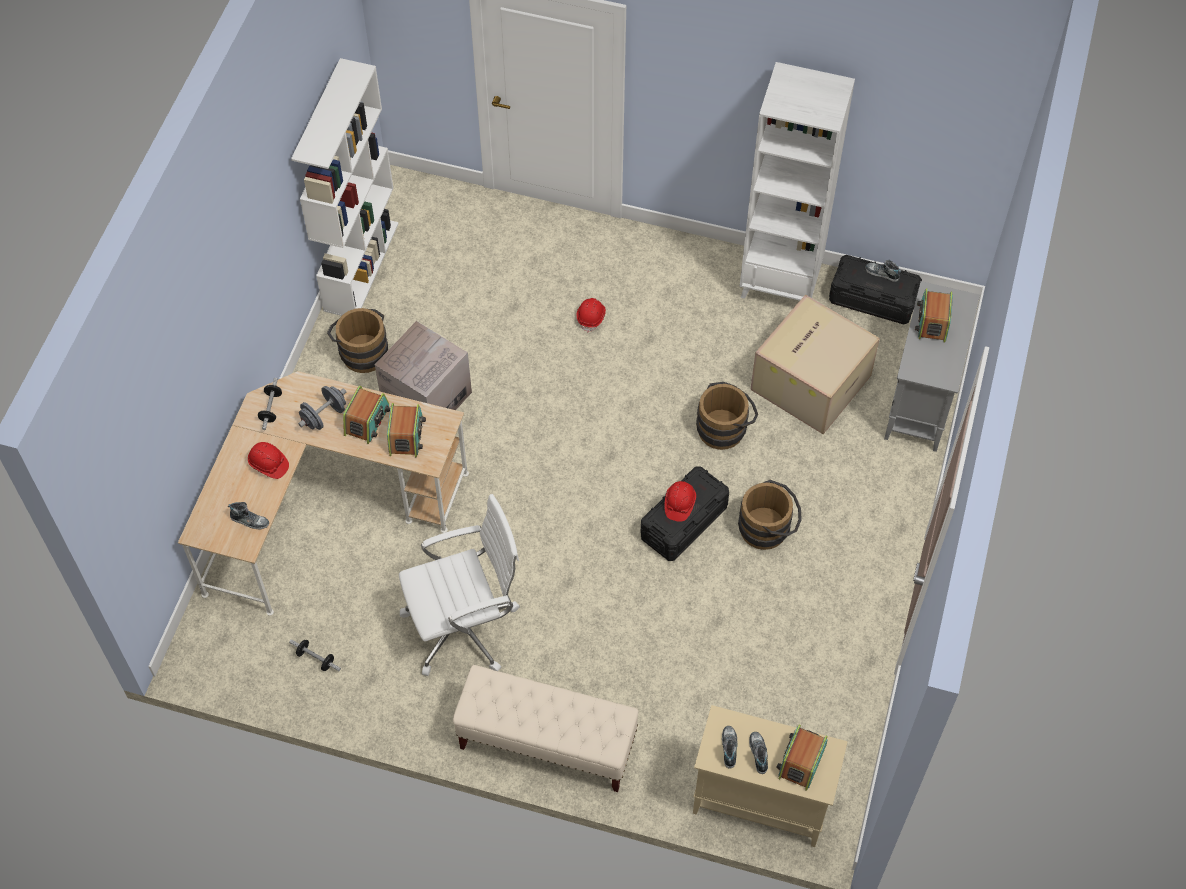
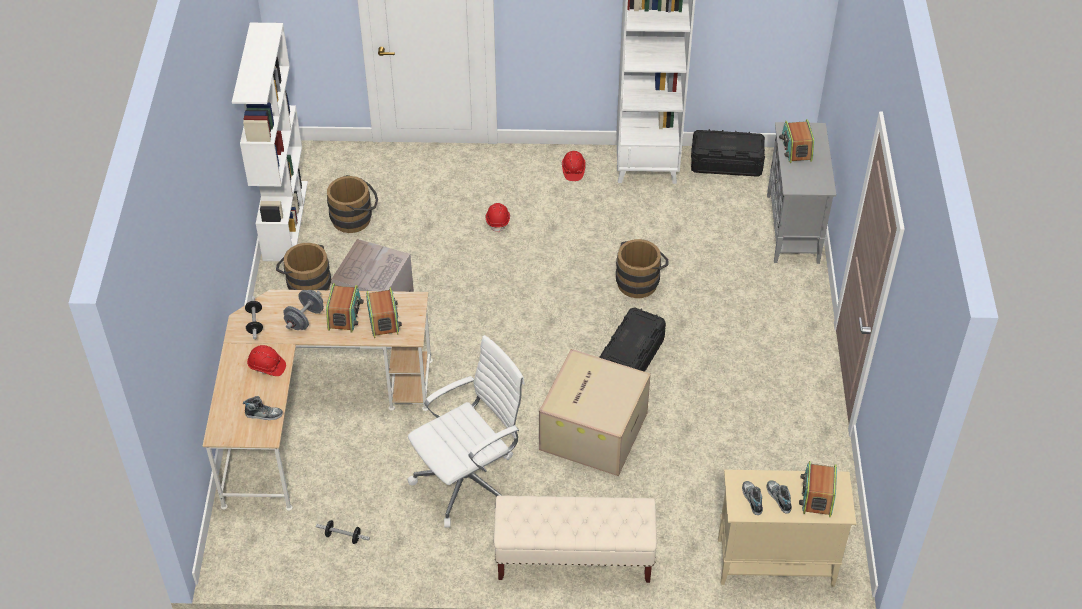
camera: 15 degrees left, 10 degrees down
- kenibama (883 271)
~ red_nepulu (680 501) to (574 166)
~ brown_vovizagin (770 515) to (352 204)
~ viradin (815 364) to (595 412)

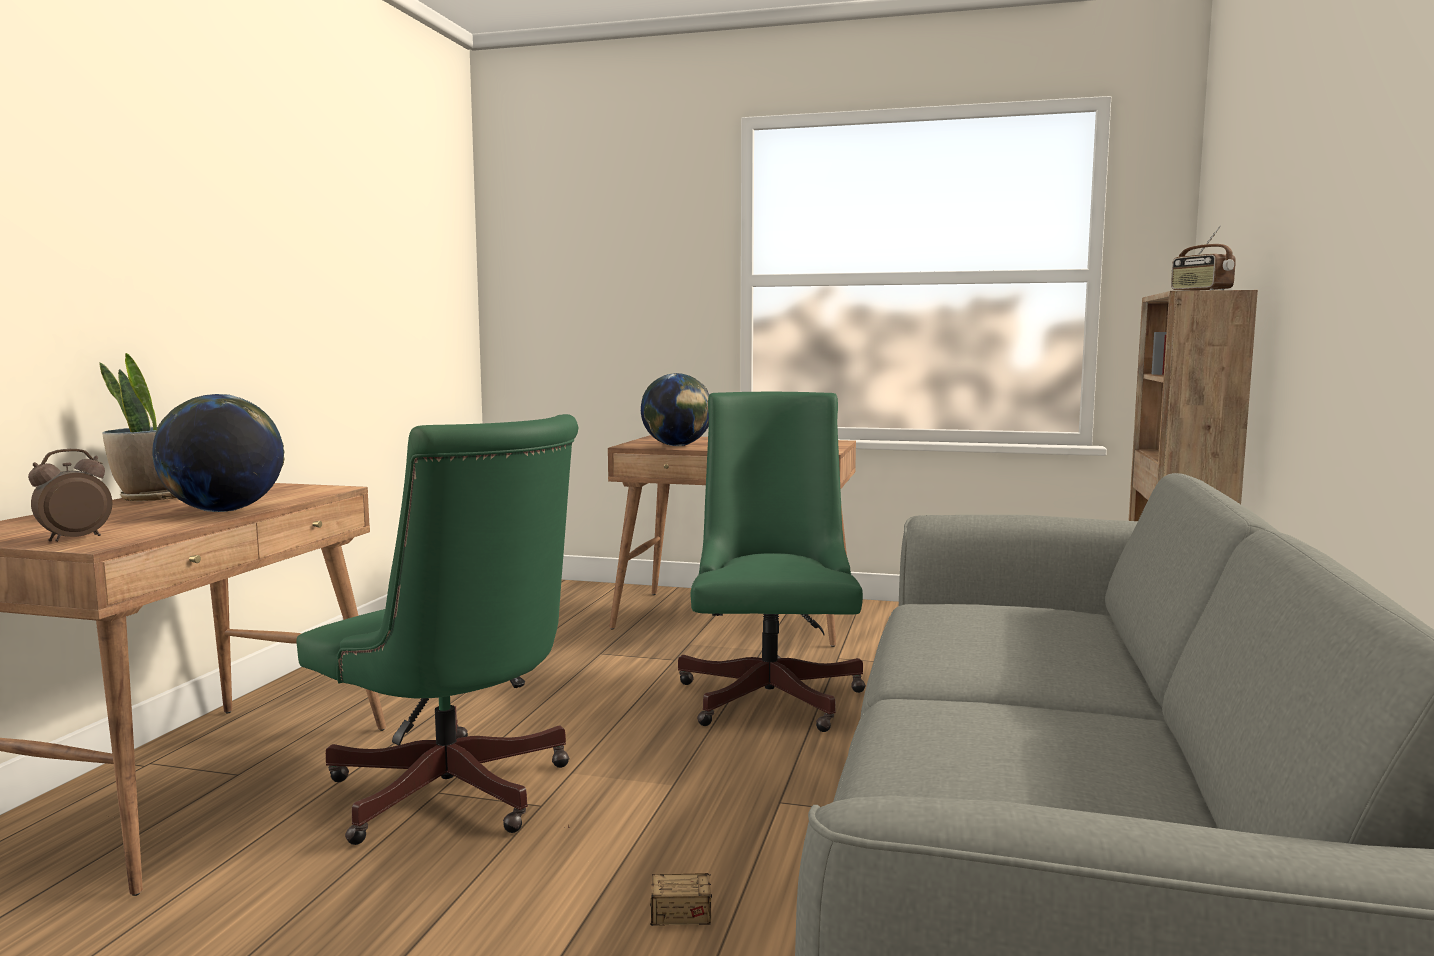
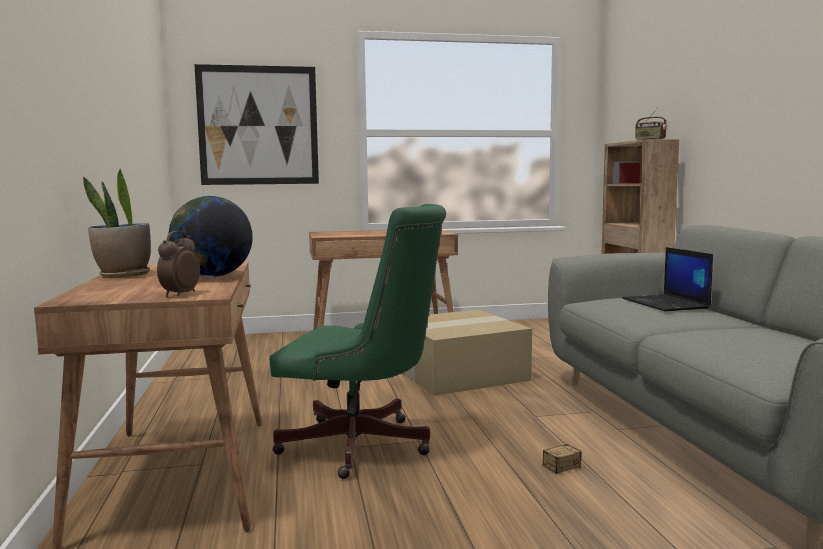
camera: 25 degrees left, 0 degrees up
- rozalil (675 409)
+ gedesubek (256 124)
+ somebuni (667 279)
~ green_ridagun (772 562) to viradin (467 353)

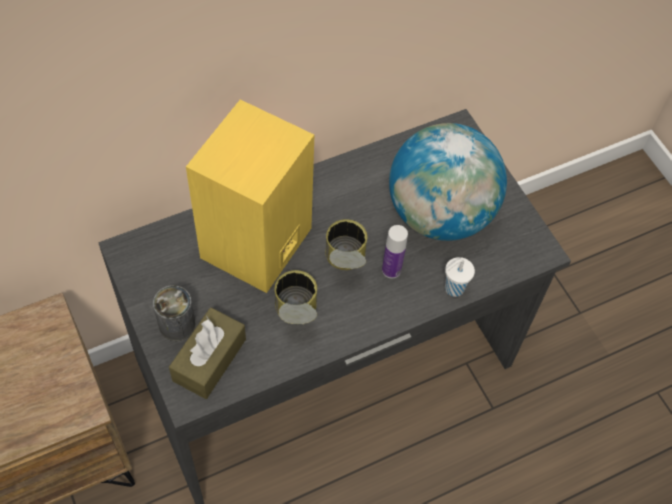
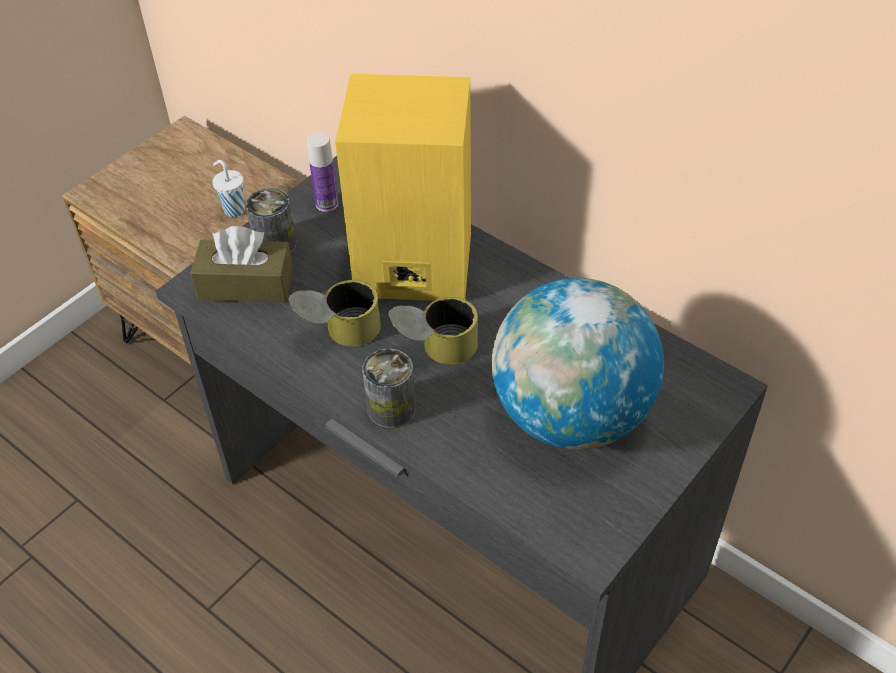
camera: 70 degrees right, 10 degrees down
+ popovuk (389 388)
~ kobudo (395 251) to (322 172)
~ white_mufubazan (460 277) to (228 188)

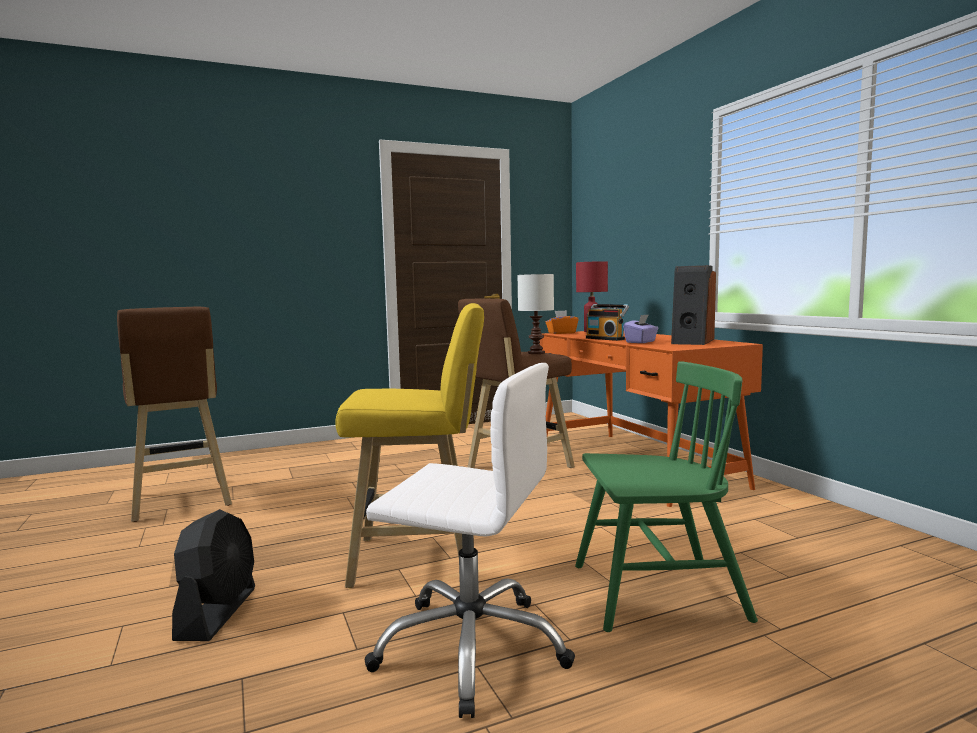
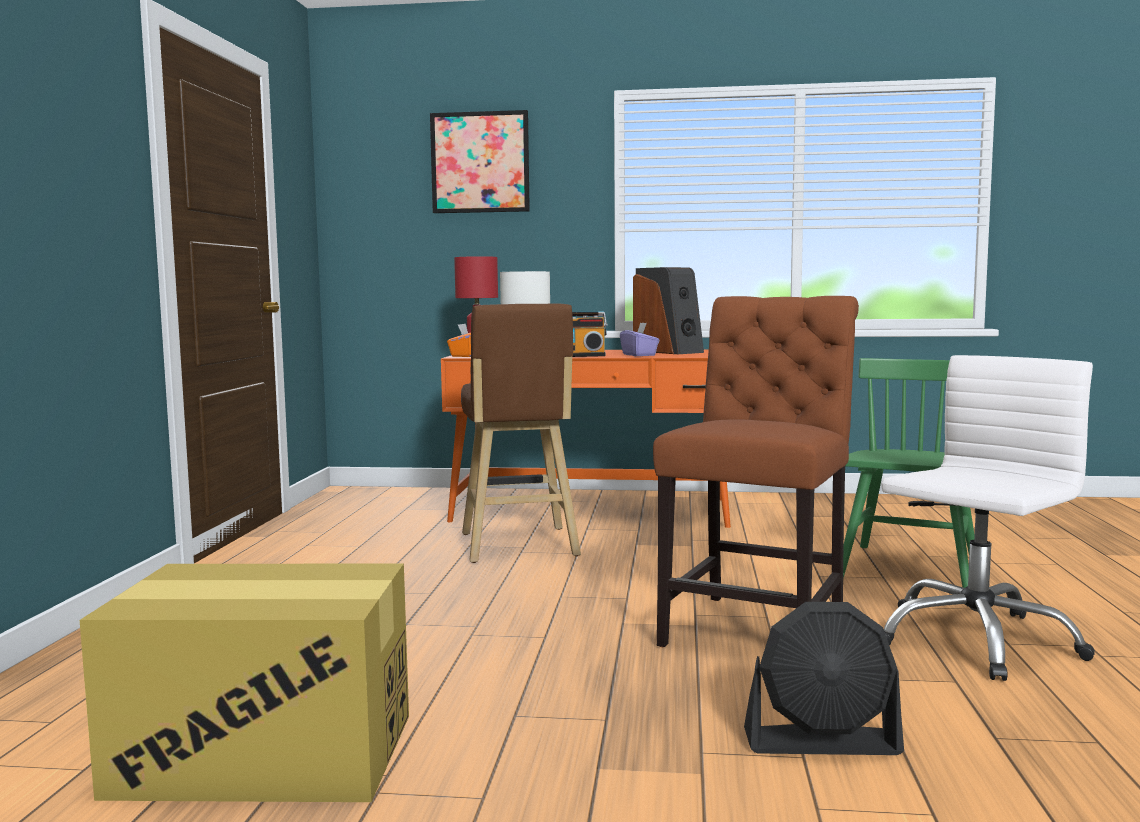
camera: 60 degrees left, 0 degrees up
+ gedesubek (480 161)
~ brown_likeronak (174 414) to viradin (244 682)
~ yellow_likeronak (409 445) to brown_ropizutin (756 471)
~ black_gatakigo (213 575) = (824 678) 150 degrees clockwise

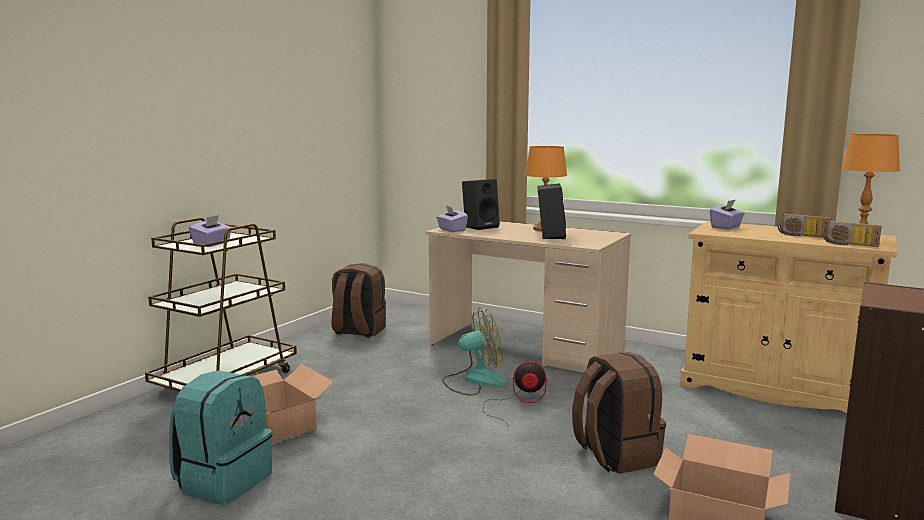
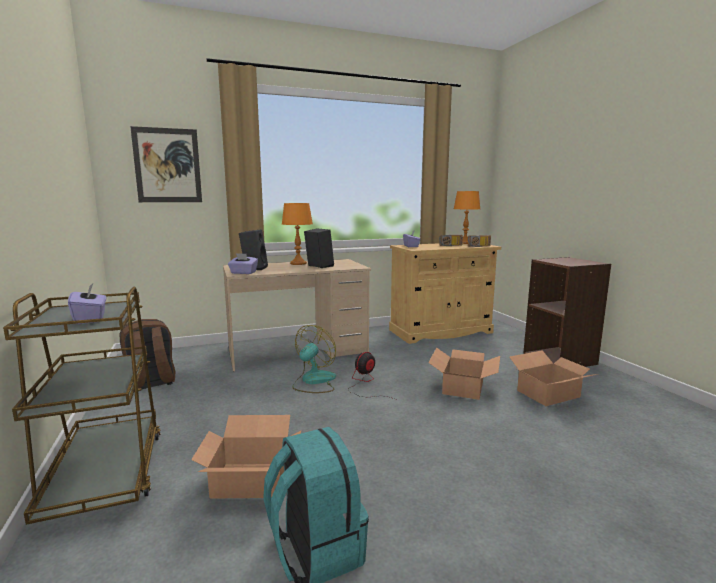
camera: 50 degrees left, 0 degrees up
+ gedesubek (166 164)
~ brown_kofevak (619 413) to viradin (464 374)

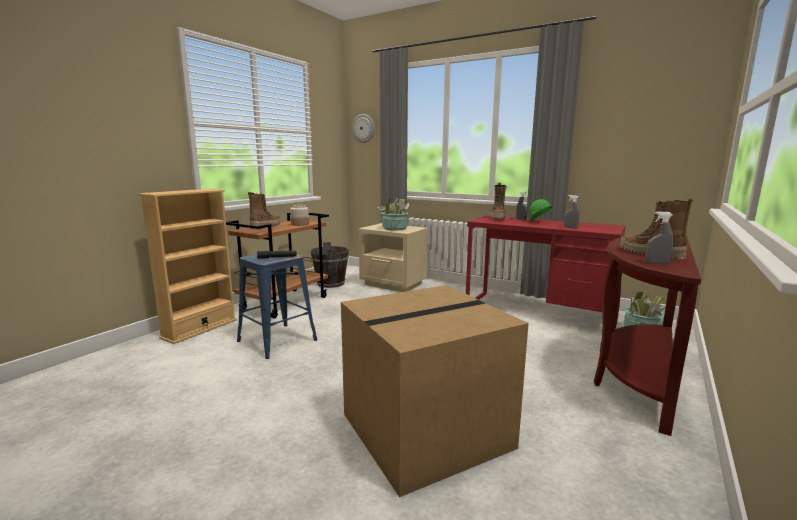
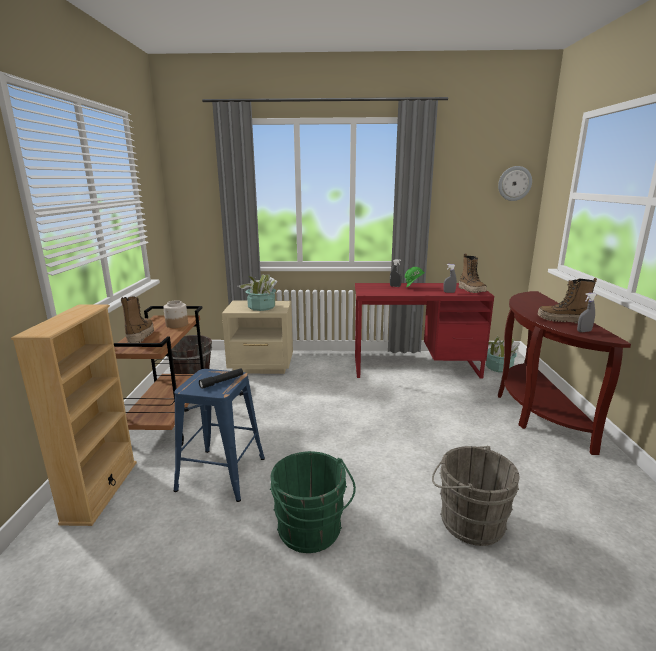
camera: 30 degrees left, 5 degrees up
+ green_vovizagin (313 502)
~ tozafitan (363 128) to (515 183)
~ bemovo (499 201) to (473 273)
~ viradin (435 391) to grey_vovizagin (475 496)

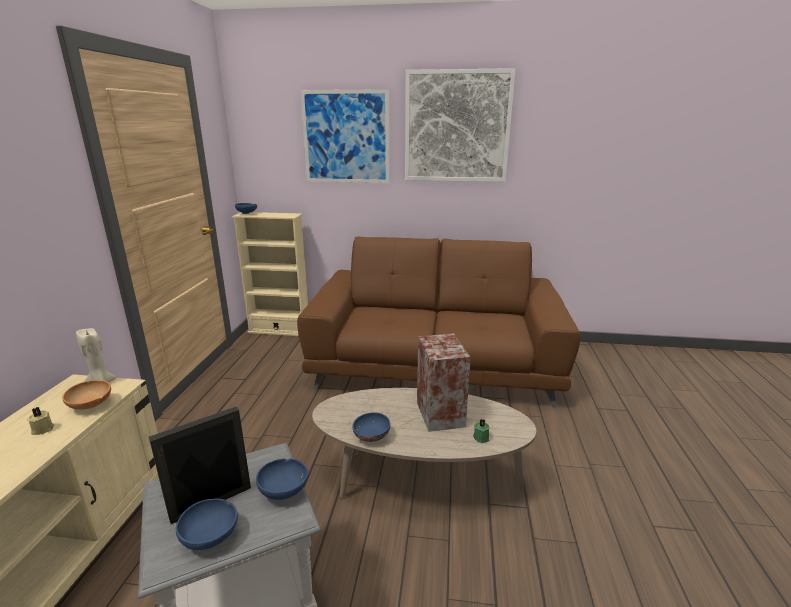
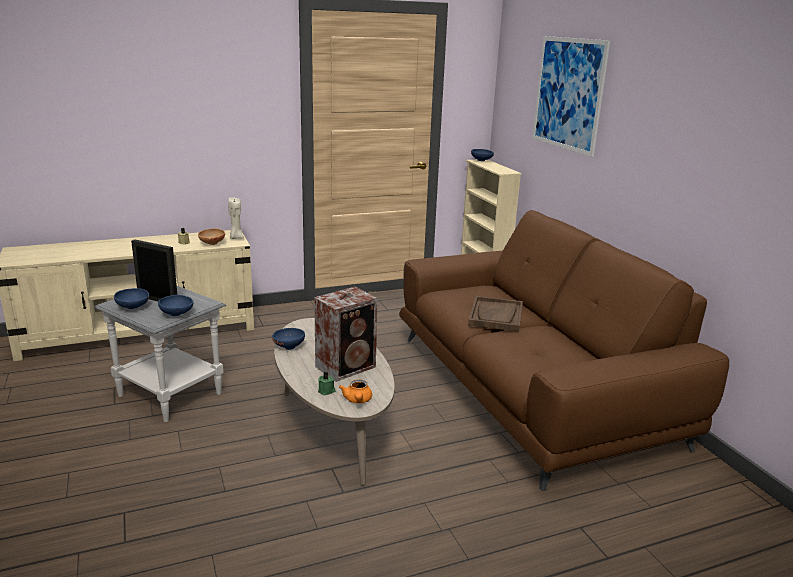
camera: 60 degrees right, 0 degrees up
- gedesubek (460 125)
+ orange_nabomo (355 391)
+ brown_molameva (495 314)

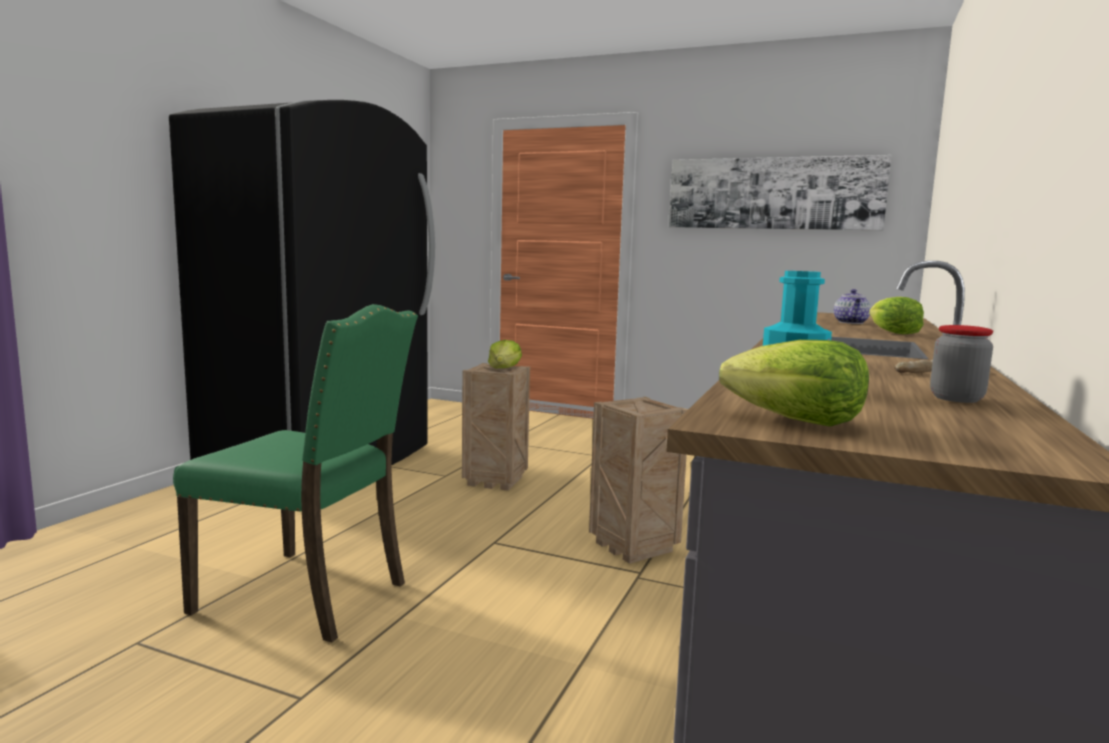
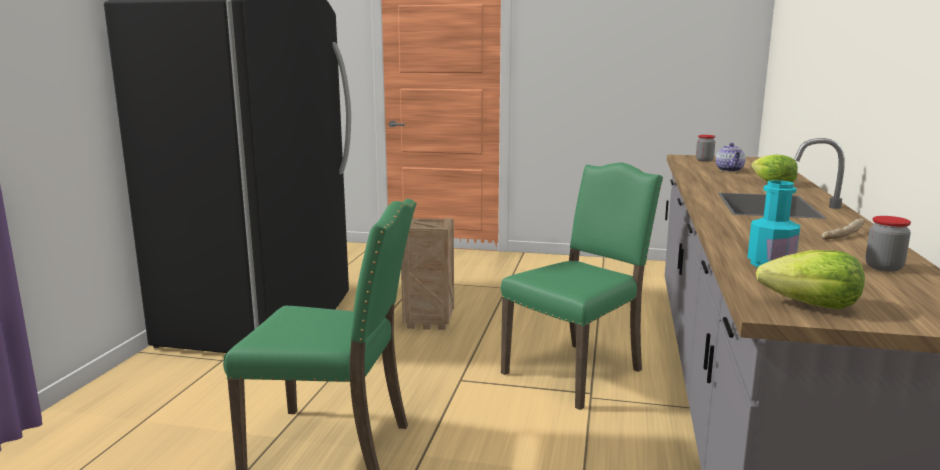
camera: 10 degrees left, 5 degrees up
- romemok (505 354)
- gedesubek (780 192)
+ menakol (705 148)
~ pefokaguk (638 480) to green_ropizutin (582 286)

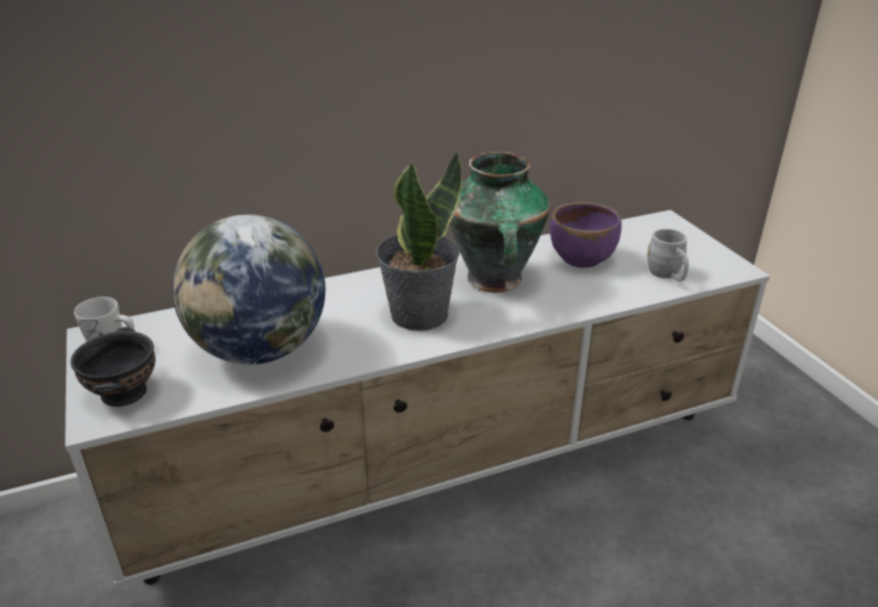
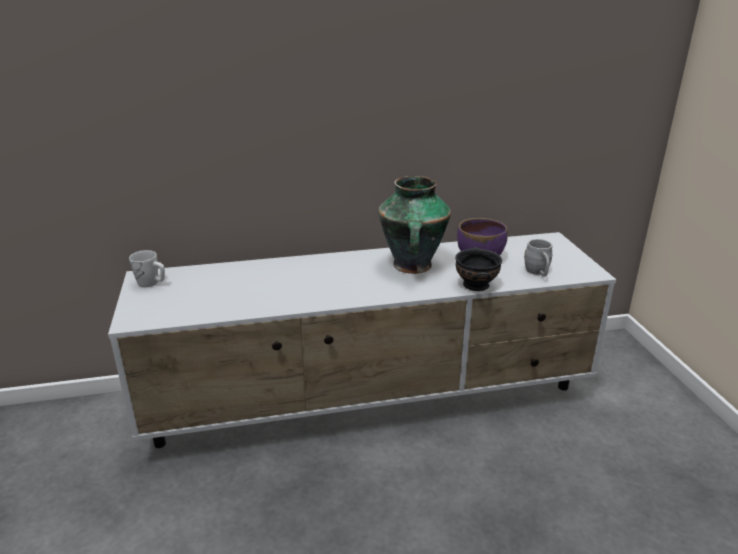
camera: 10 degrees right, 5 degrees down
- rozalil (248 289)
- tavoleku (419 241)
~ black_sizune (112 367) to (478 269)

